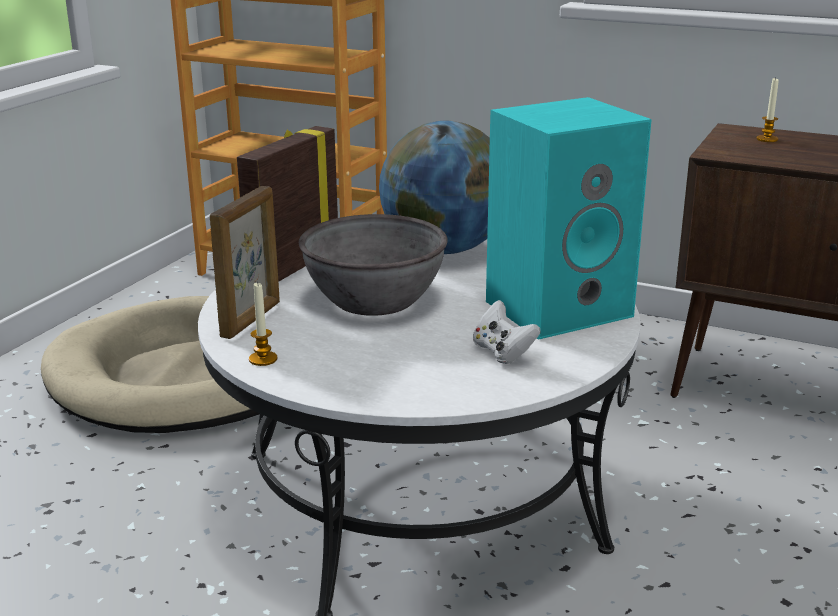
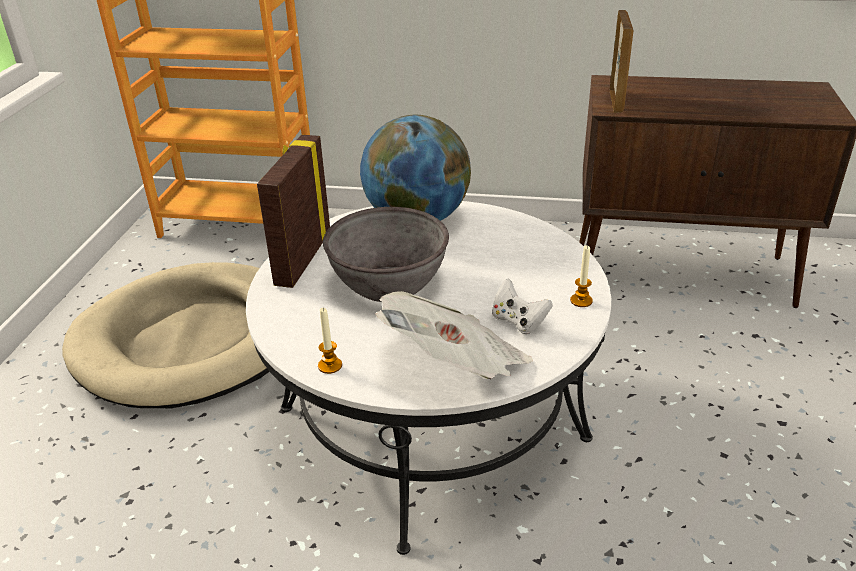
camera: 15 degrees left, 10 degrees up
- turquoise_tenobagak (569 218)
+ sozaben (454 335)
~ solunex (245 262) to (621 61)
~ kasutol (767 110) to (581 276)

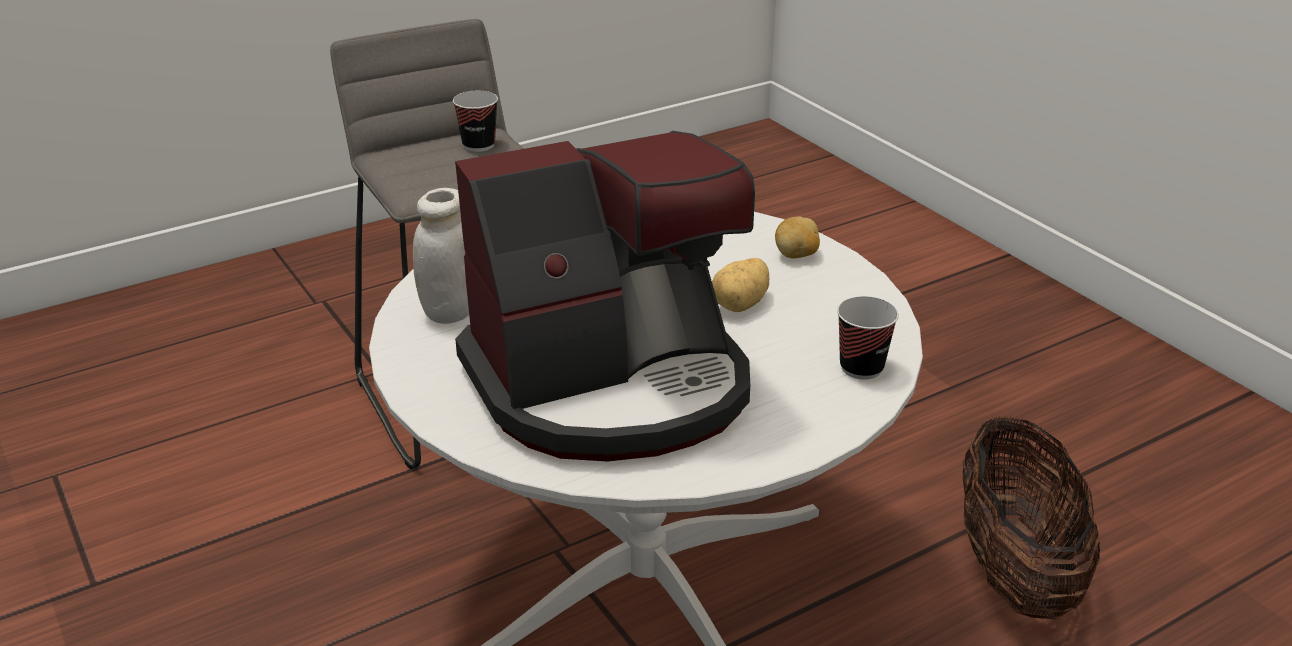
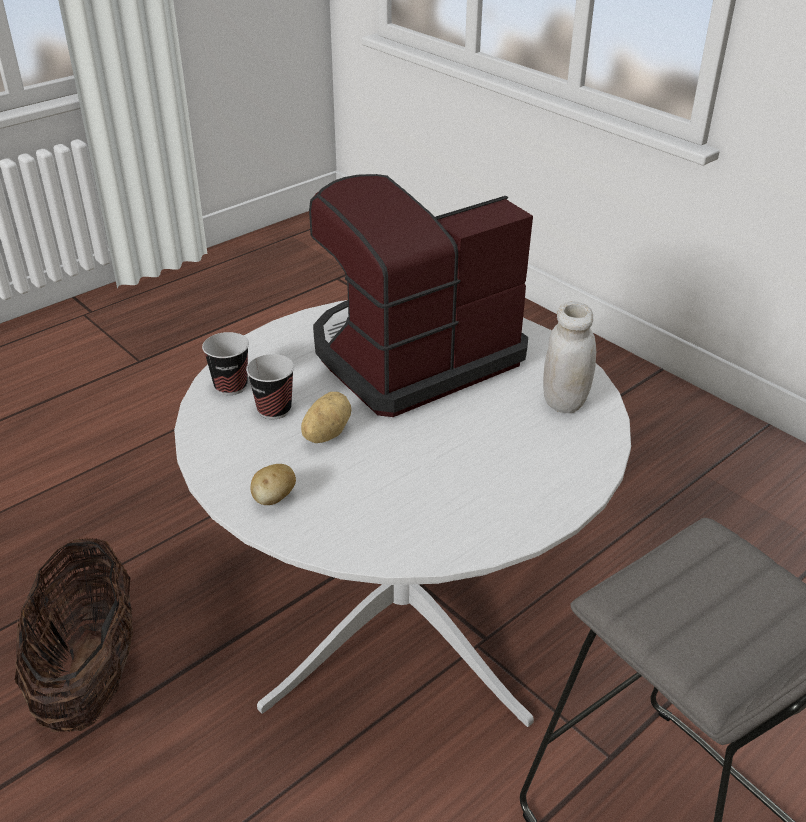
camera: 170 degrees right, 5 degrees up
~ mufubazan (475 121) to (270 386)

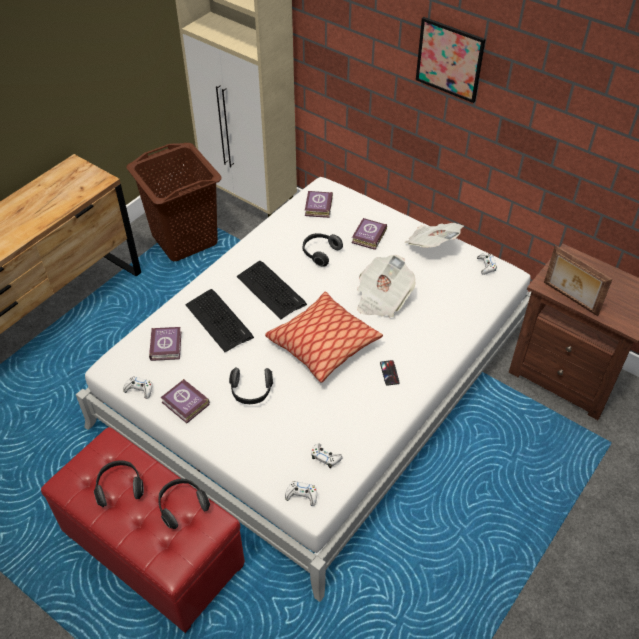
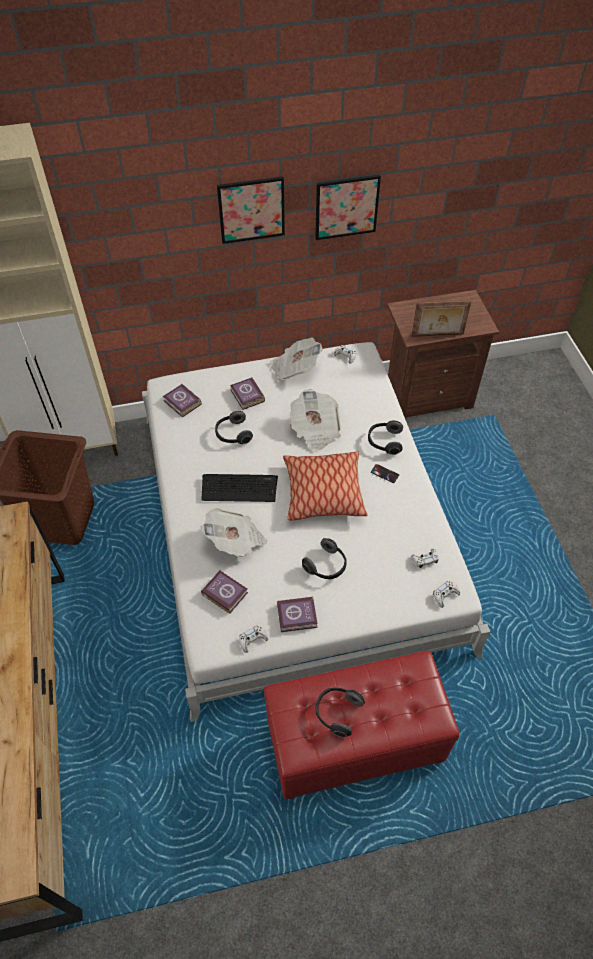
camera: 50 degrees left, 5 degrees up
+ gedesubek (348 207)
~ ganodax (184 504) to (385 437)
~ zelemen (219 320) to sozaben (234 532)

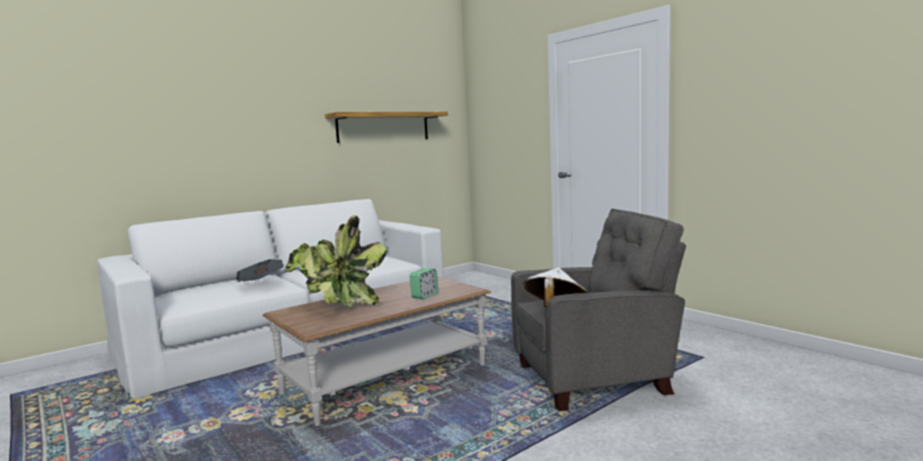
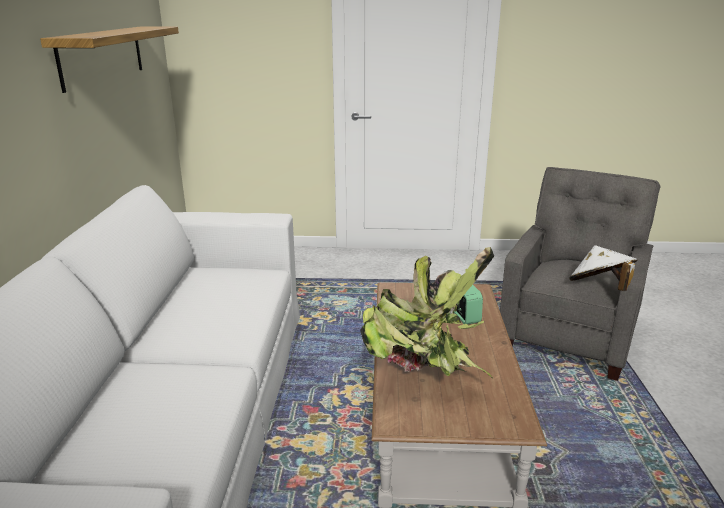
camera: 50 degrees left, 15 degrees up
- sozaben (259 270)

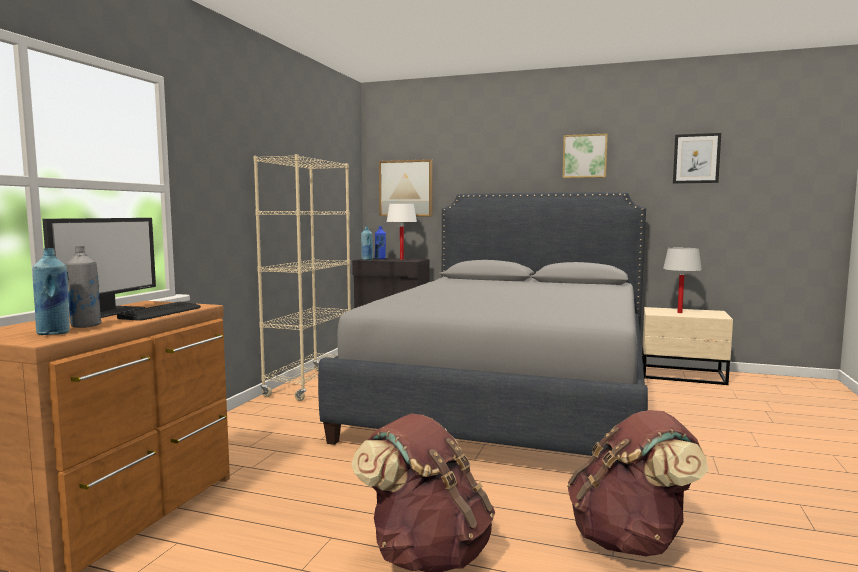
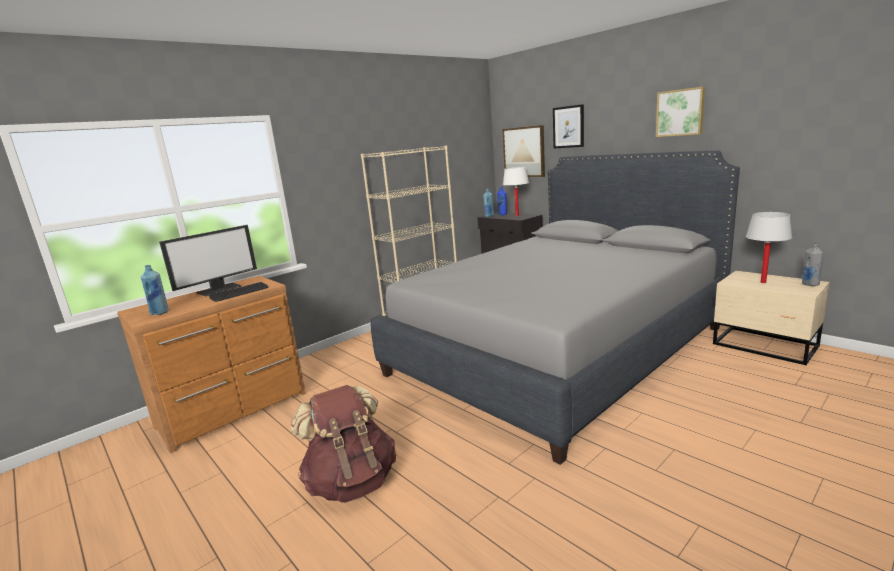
camera: 30 degrees right, 10 degrees up
- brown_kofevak (637 483)
~ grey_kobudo (83 287) to (812 264)
~ gedesubek (697 158) to (568 126)

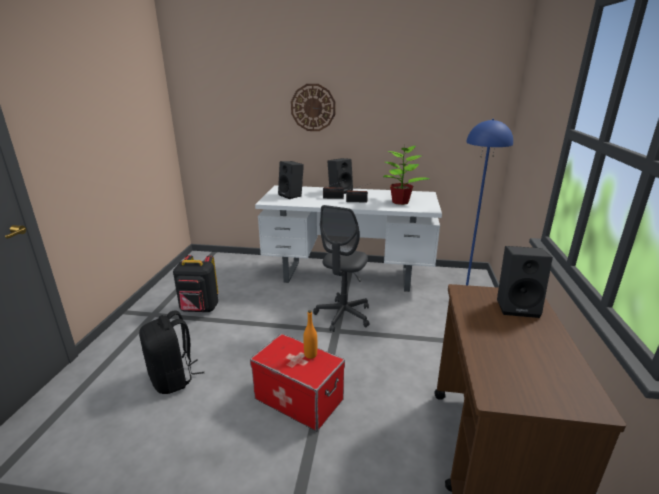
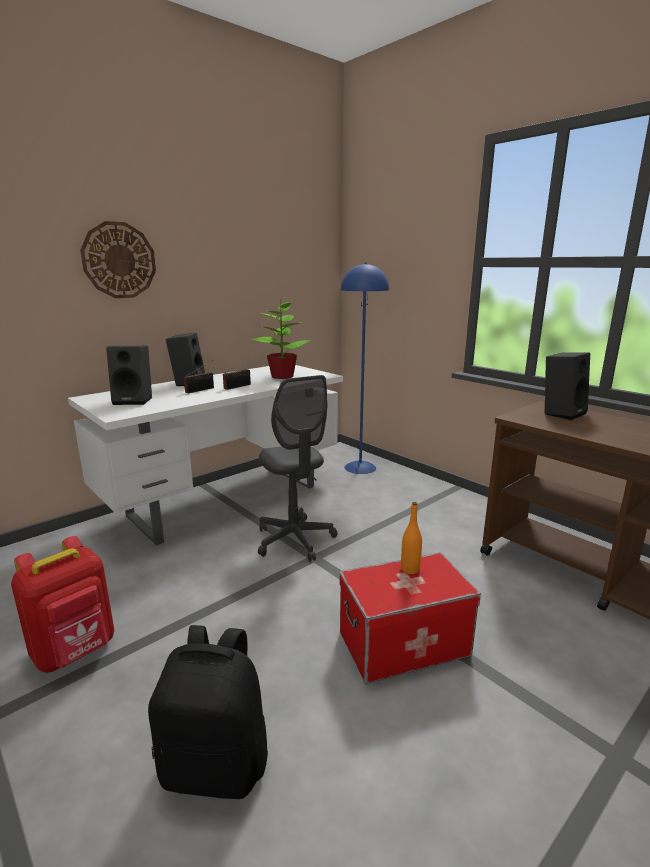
camera: 50 degrees left, 5 degrees down
~ black_kofevak (195 283) to red_kofevak (62 604)

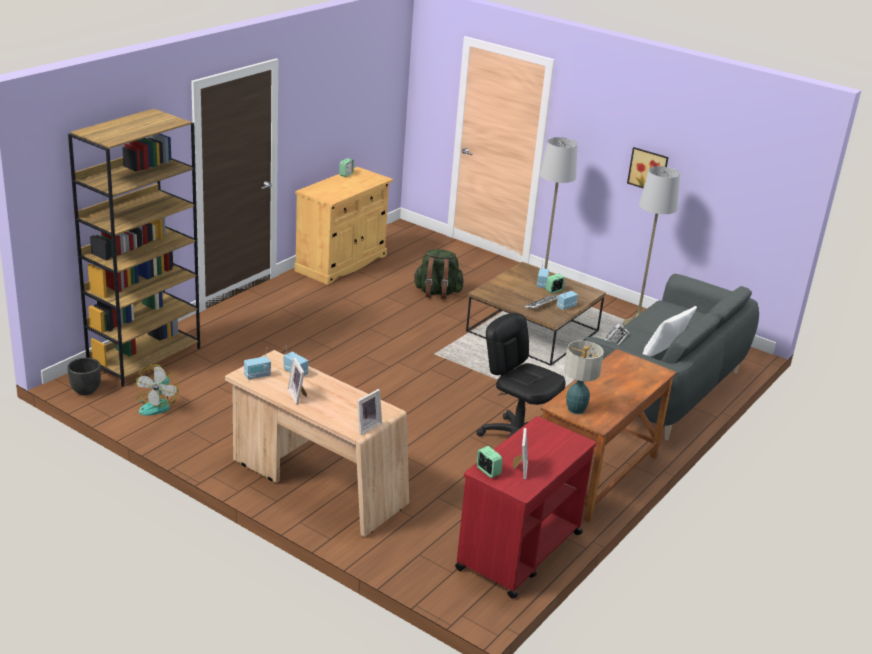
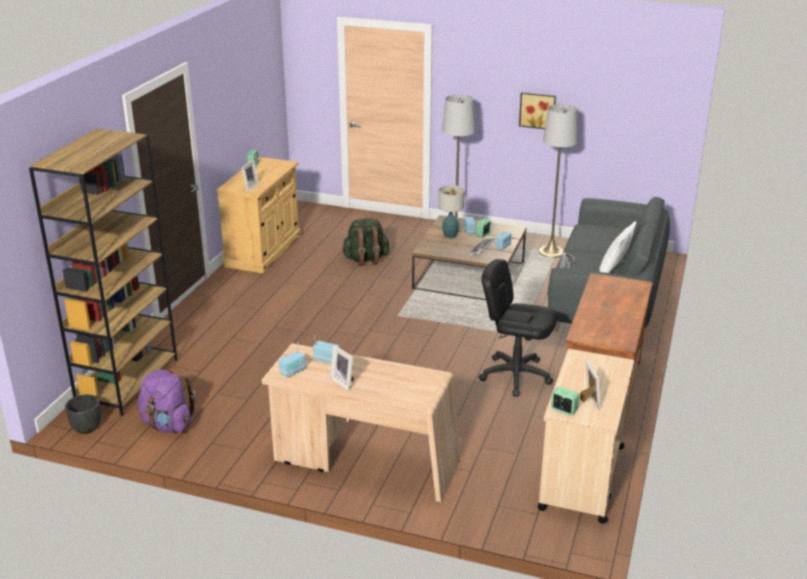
camera: 15 degrees left, 0 degrees up
~ solunex (369 412) to (250 176)
~ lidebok (584 377) to (451 211)
~ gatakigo (157 390) to purple_kofevak (166 401)
~ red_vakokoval (525 507) to beige_vakokoval (586 436)

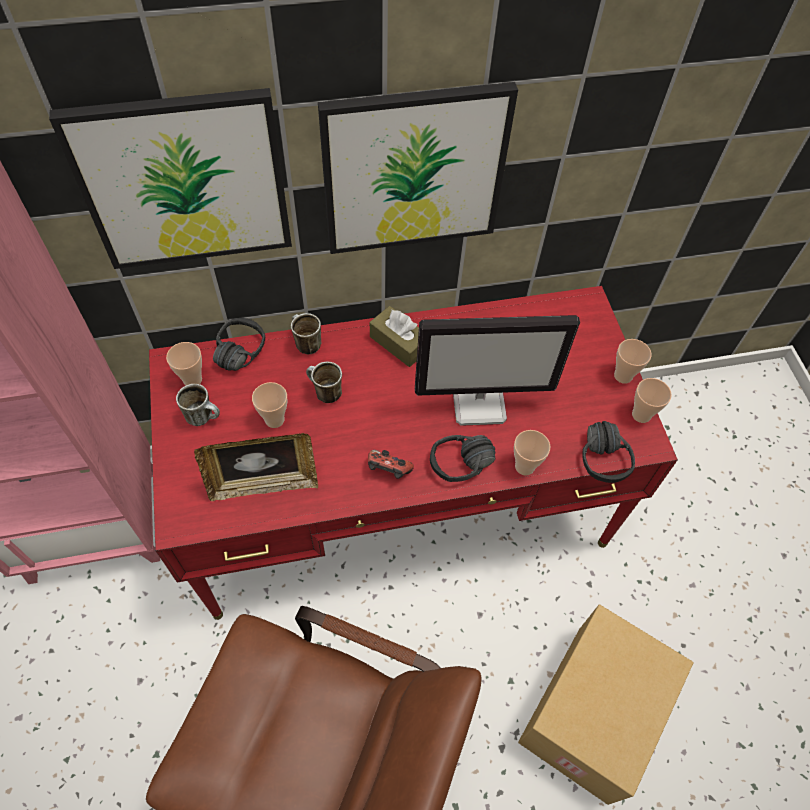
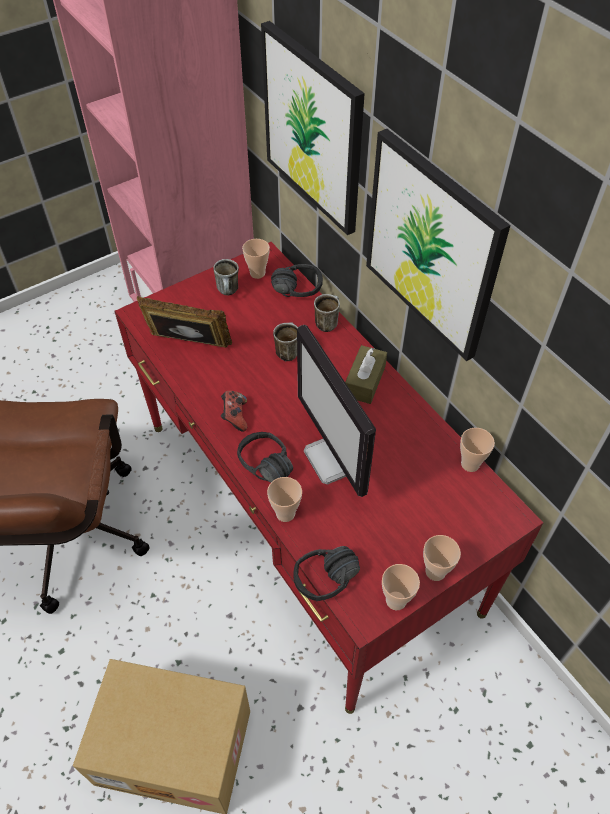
camera: 70 degrees right, 5 degrees down
~ mufubazan (269 405) to (477 450)
~ solunex (256 467) = (184 322) 135 degrees clockwise

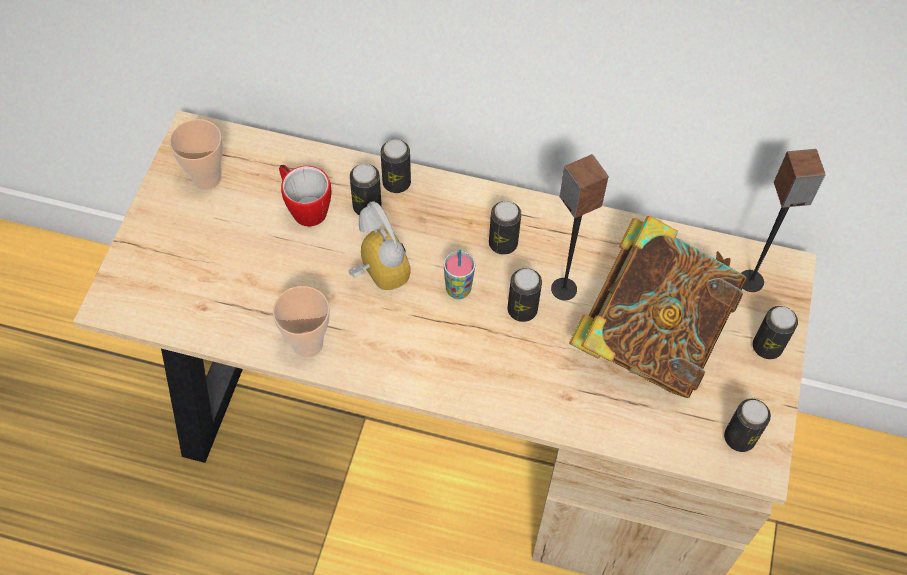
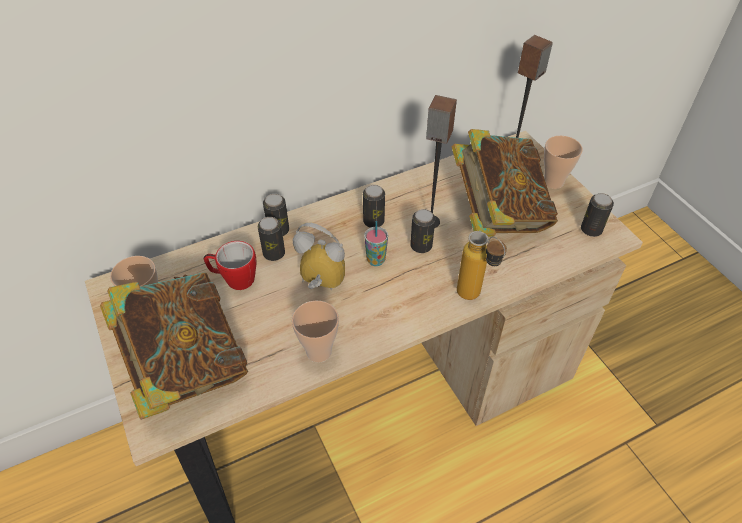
camera: 40 degrees left, 10 degrees down
+ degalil (174 346)
+ kobudo (482 265)
~ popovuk (775 332) to mufubazan (563 162)

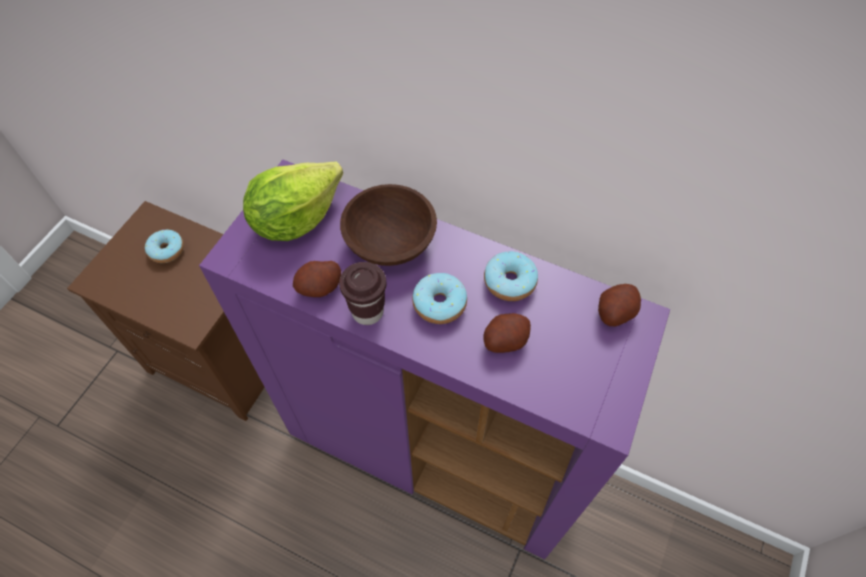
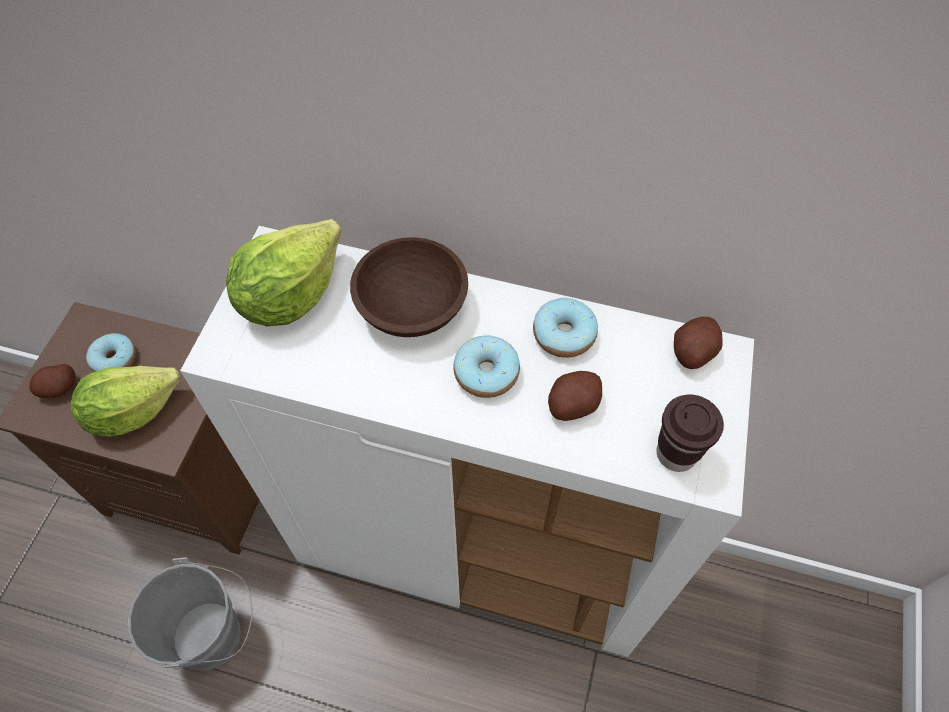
camera: 10 degrees left, 0 degrees up
+ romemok (125 401)
+ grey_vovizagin (190 614)
~ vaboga (317 279) to (52 381)
~ brown_mufubazan (362 293) to (690 433)
~ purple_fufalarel (434 360) to white_fufalarel (467 441)

